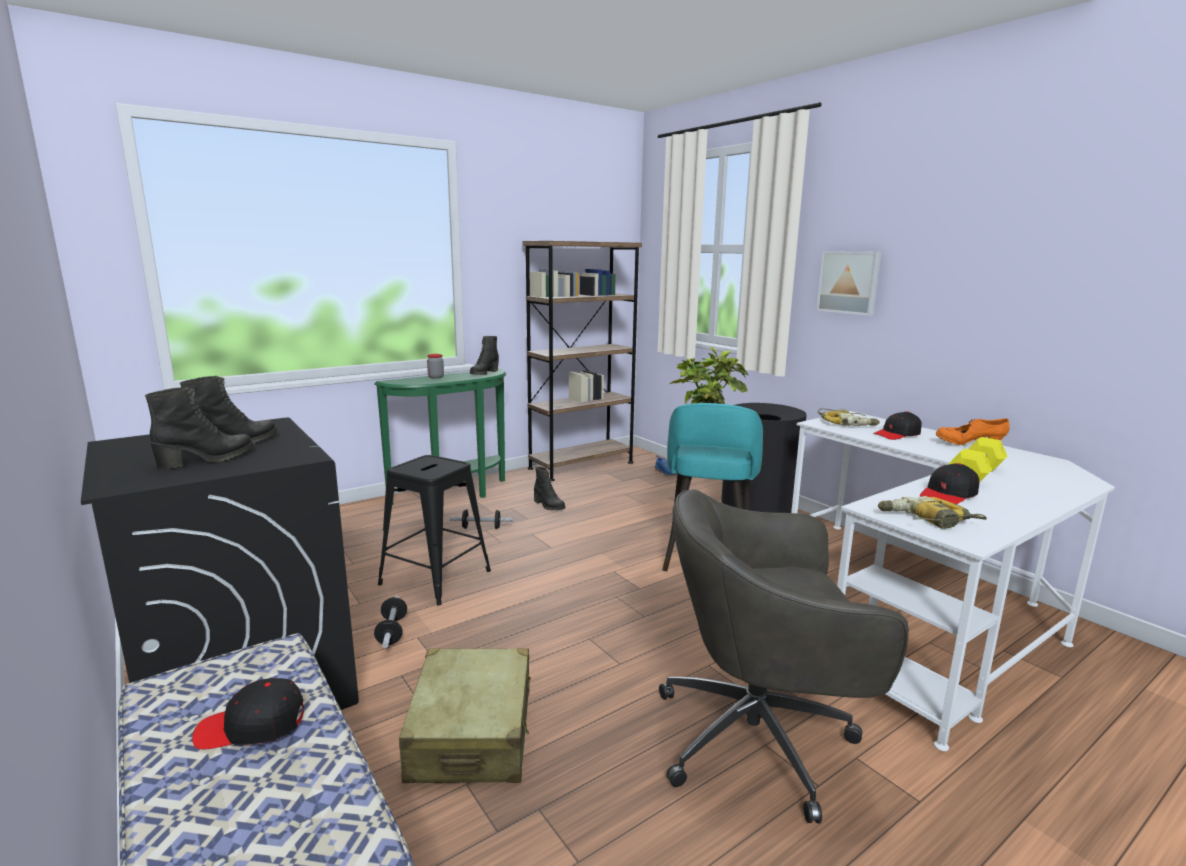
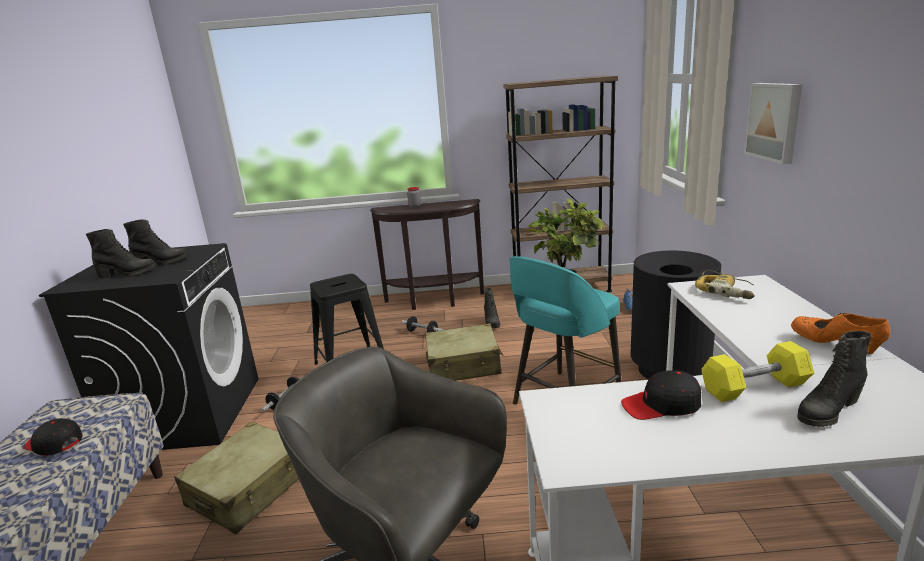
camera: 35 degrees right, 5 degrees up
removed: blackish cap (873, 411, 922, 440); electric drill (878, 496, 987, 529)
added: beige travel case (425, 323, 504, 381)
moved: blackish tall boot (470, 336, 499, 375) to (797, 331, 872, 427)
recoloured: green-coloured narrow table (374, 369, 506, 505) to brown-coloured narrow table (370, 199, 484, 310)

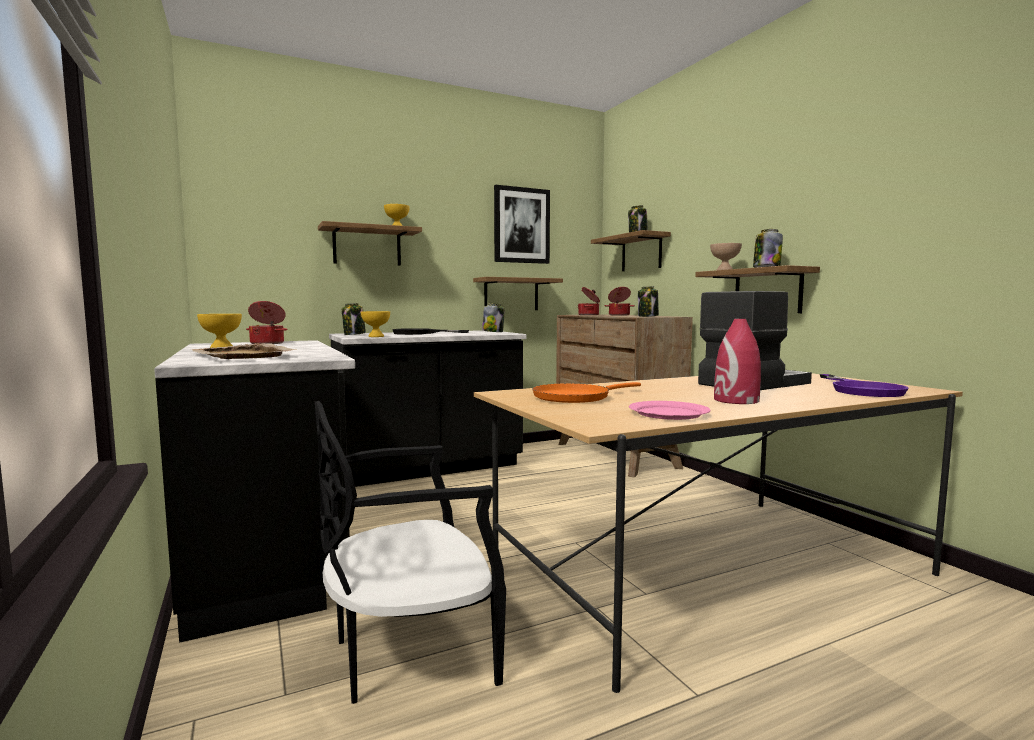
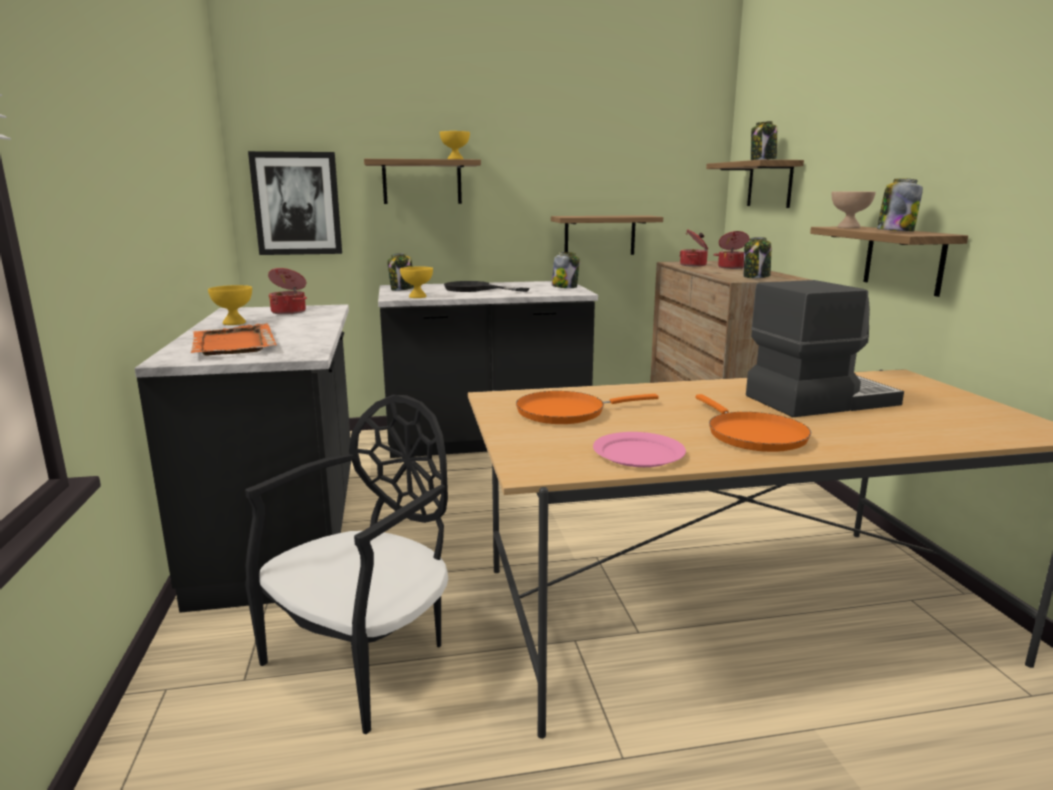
camera: 15 degrees right, 10 degrees up
removed: purple frying pan (820, 374, 909, 397)
moved: picture (494, 185, 550, 264) to (248, 151, 342, 255)
replaced: reddish decorative vase (714, 319, 761, 404) to orangey frying pan (696, 394, 811, 452)
recoloured: beige tray (190, 343, 295, 359) to orangey tray (191, 323, 277, 356)
turned: blackish upright chair (315, 401, 506, 704) = (245, 395, 448, 734) 135 degrees clockwise

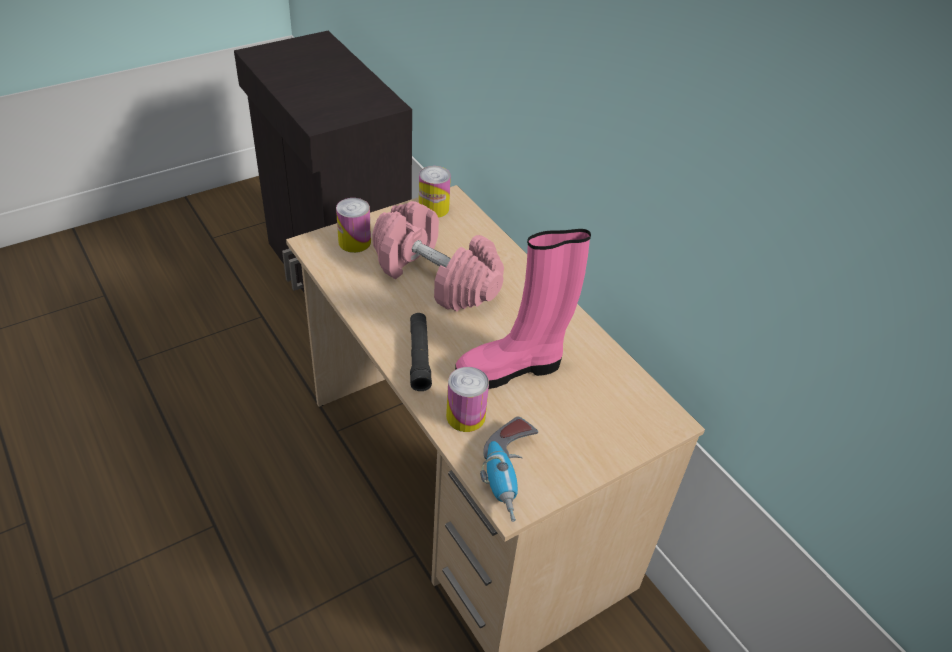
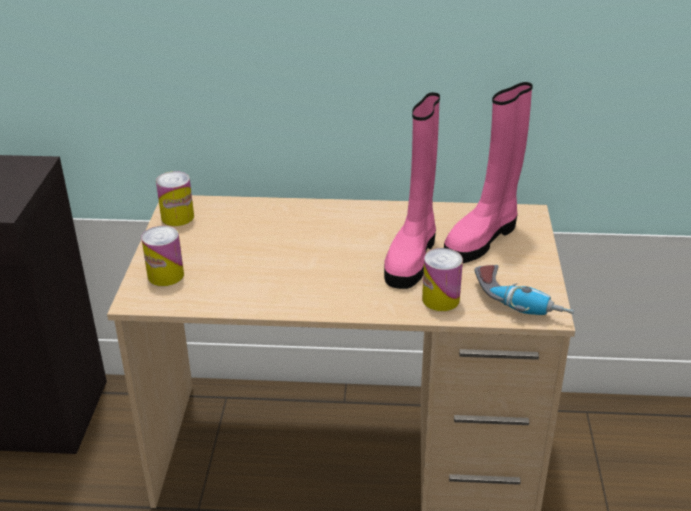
camera: 50 degrees left, 10 degrees down
removed: pink hand weight (372, 201, 504, 312); blackish torch (410, 313, 432, 391)
added: pink tall boot (444, 82, 533, 263)

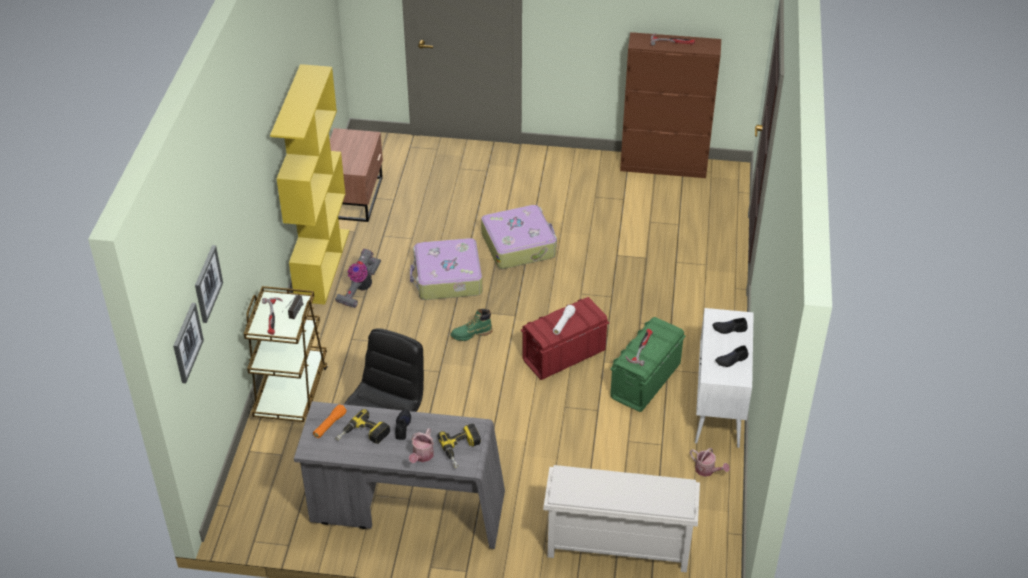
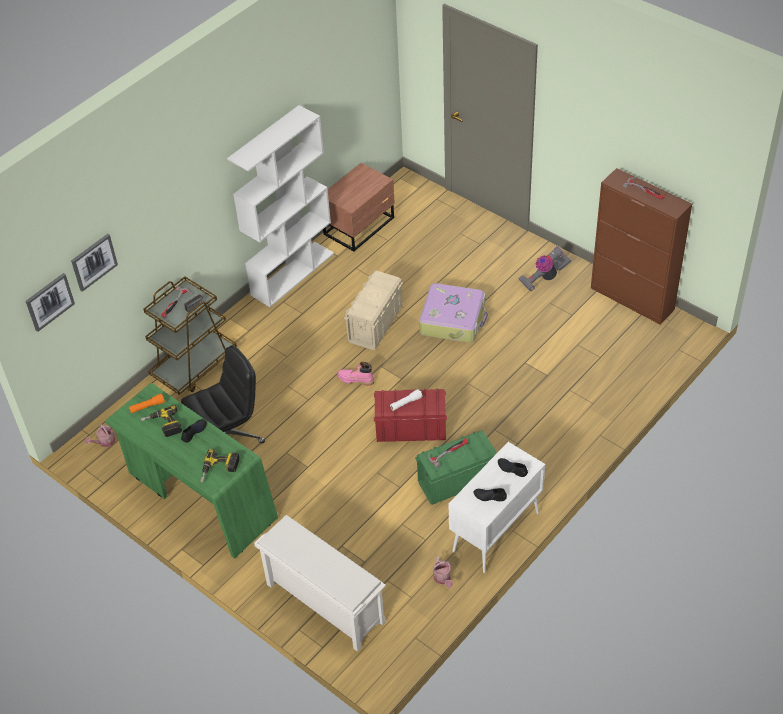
camera: 35 degrees right, 5 degrees up
moved: vacuum (335, 249, 381, 308) to (518, 246, 571, 292); watering can (409, 428, 434, 463) to (85, 424, 116, 447)
replaced: travel case (410, 238, 482, 300) to beige storage container (344, 271, 403, 350)
recoloured: yellow-coloured bookcase (270, 64, 349, 305) to whitish bookcase (227, 105, 334, 307); greyish desk table (294, 401, 505, 549) to green-coloured desk table (105, 383, 278, 559); green-coloured tall boot (450, 309, 493, 341) to pink tall boot (337, 361, 374, 386)

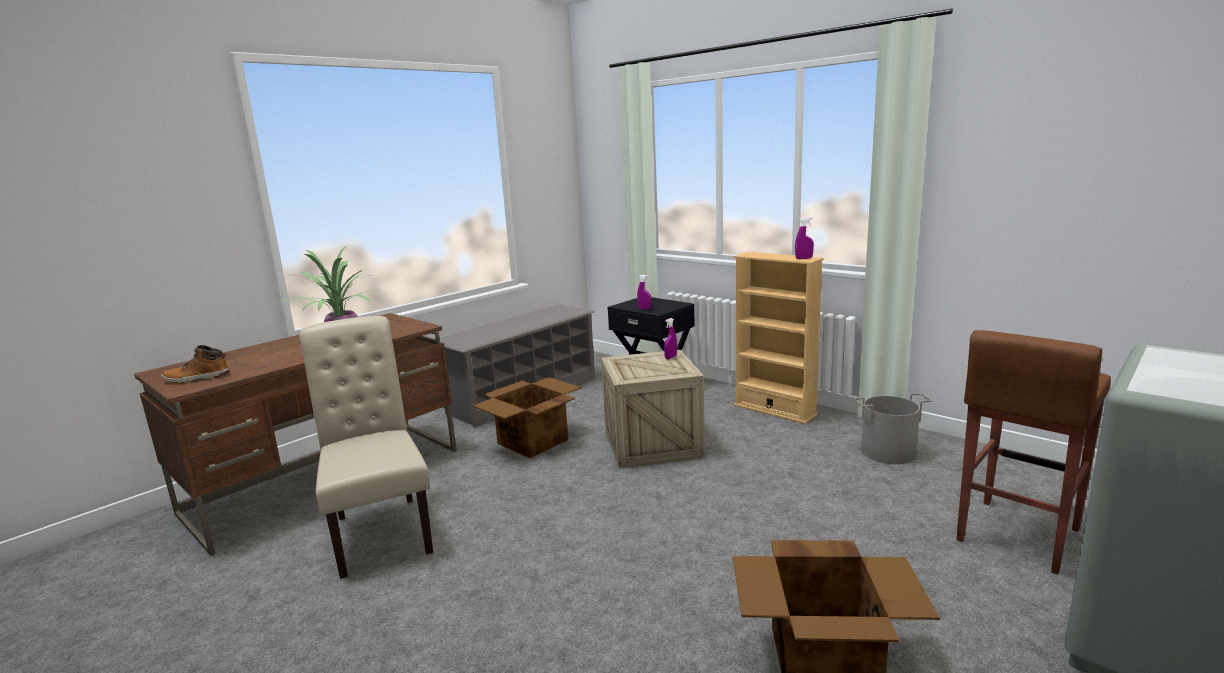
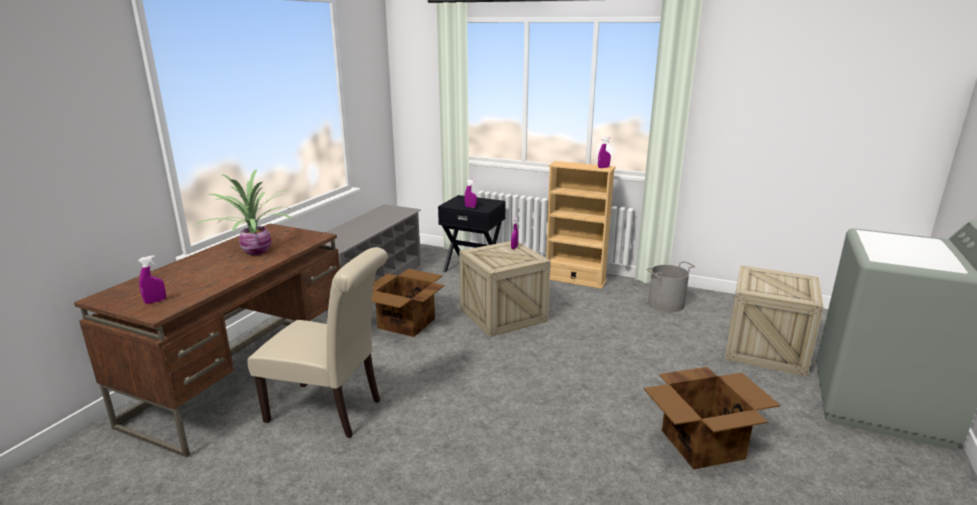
camera: 20 degrees left, 5 degrees up
replaced: tall boot (161, 345, 229, 383) to purple hand sprayer (138, 255, 166, 304); brown-coloured sitting stool (956, 330, 1111, 575) to shipping crate (725, 265, 824, 376)
turned: beige upright chair (299, 316, 433, 579) = (247, 247, 388, 438) 150 degrees clockwise

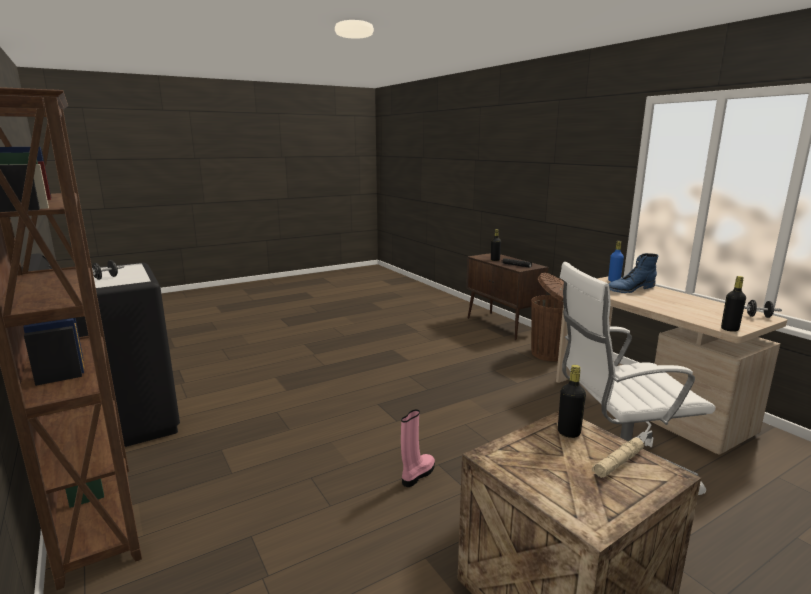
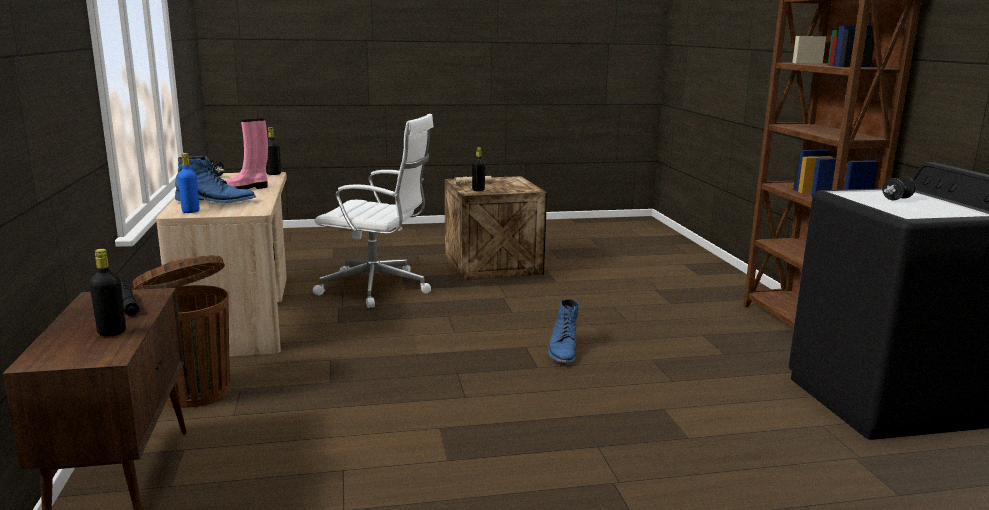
camera: 160 degrees left, 0 degrees up
added: blue-coloured tall boot (548, 299, 579, 364)
moved: pink tall boot (401, 409, 435, 487) to (224, 118, 268, 189)

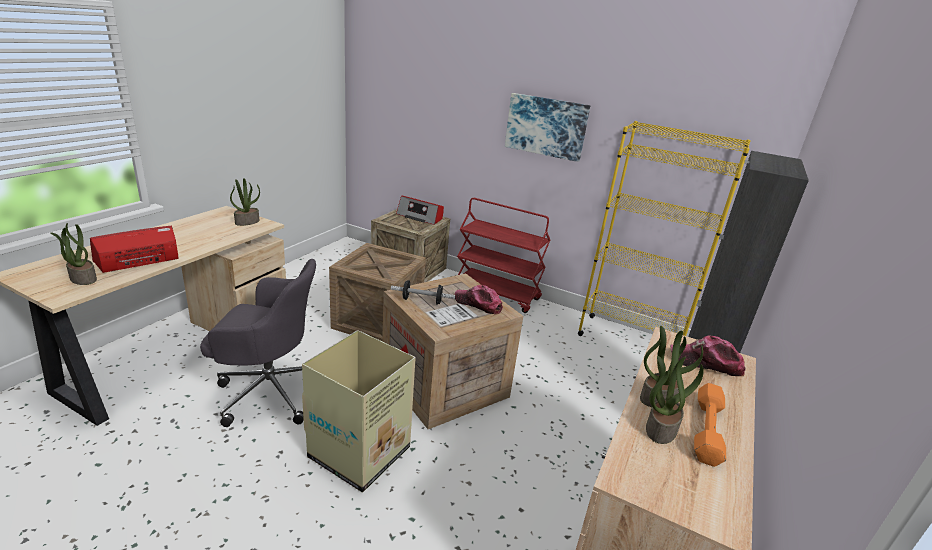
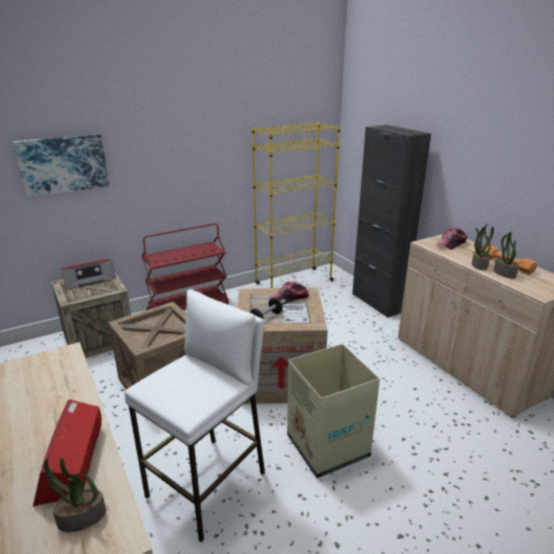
camera: 55 degrees left, 0 degrees up
removed: potted plant (230, 178, 260, 226)
moved: picture (505, 93, 590, 162) to (13, 134, 109, 197)
replaced: greyish desk chair (200, 259, 316, 427) to whitish sitting stool (125, 289, 265, 543)

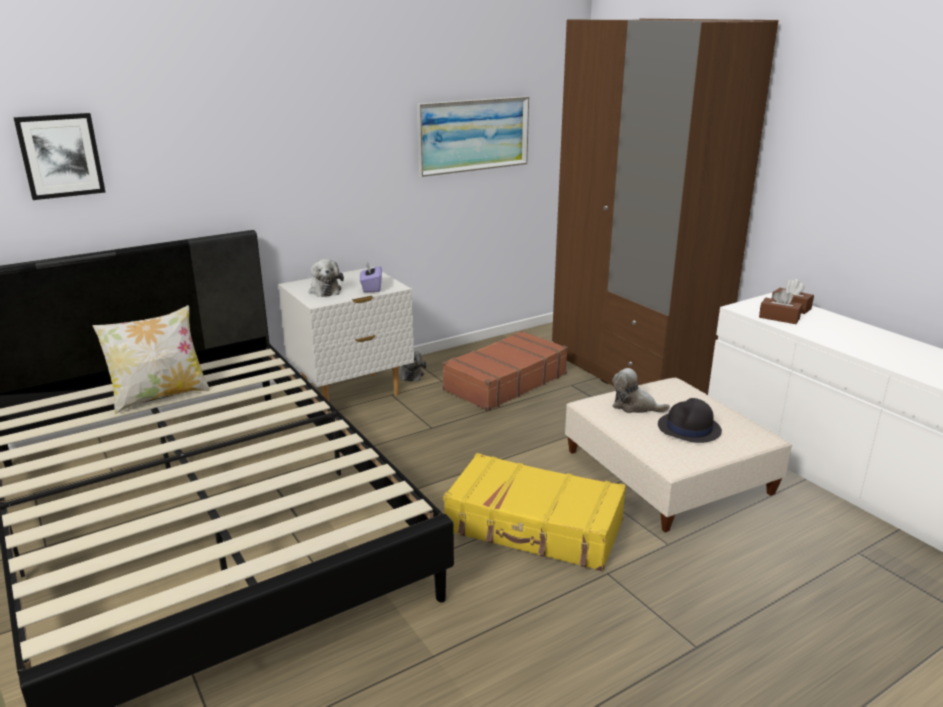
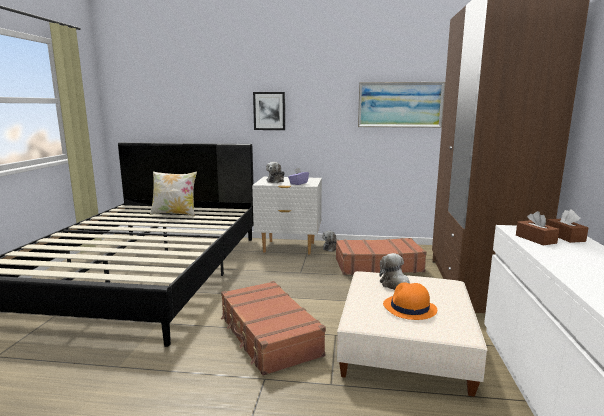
camera: 40 degrees right, 10 degrees down
moved: picture (13, 113, 105, 200) to (253, 92, 285, 130)
recoloured: yellow-coloured travel case (443, 453, 626, 571) to brown-coloured travel case (221, 281, 326, 376); blackish hat (658, 398, 722, 443) to orangey hat (383, 282, 437, 320)

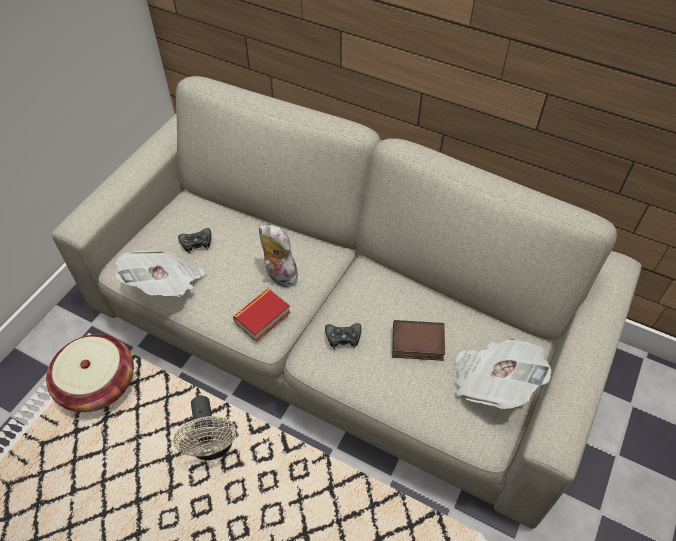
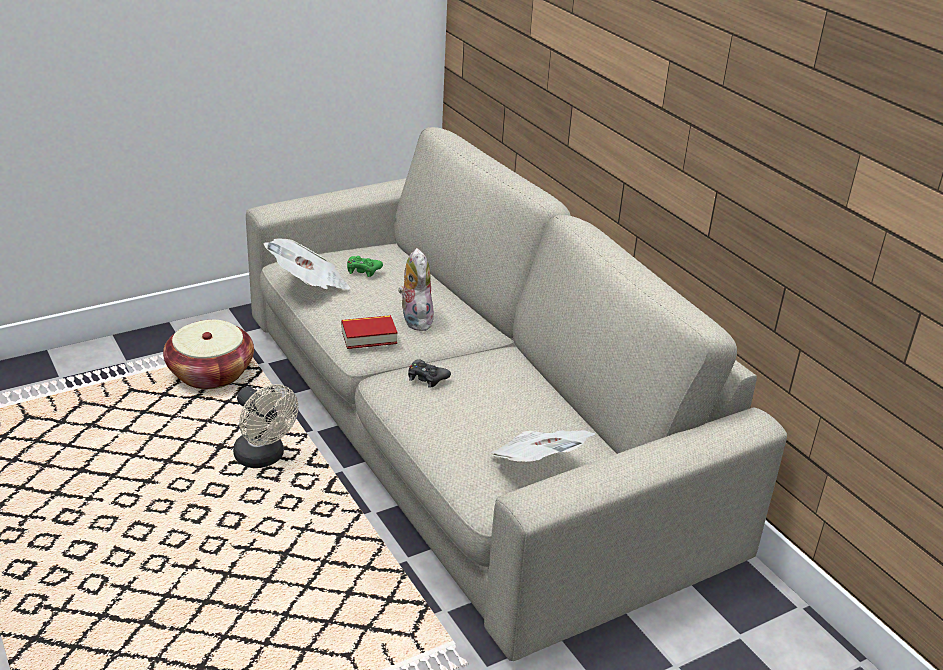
camera: 30 degrees right, 20 degrees down
removed: bound book (392, 320, 445, 361)
recoloured: blackish joypad (178, 228, 211, 254) to green-coloured joypad (347, 256, 383, 277)
turned: beige fan (173, 396, 237, 460) = (233, 384, 298, 468) 60 degrees counterclockwise

